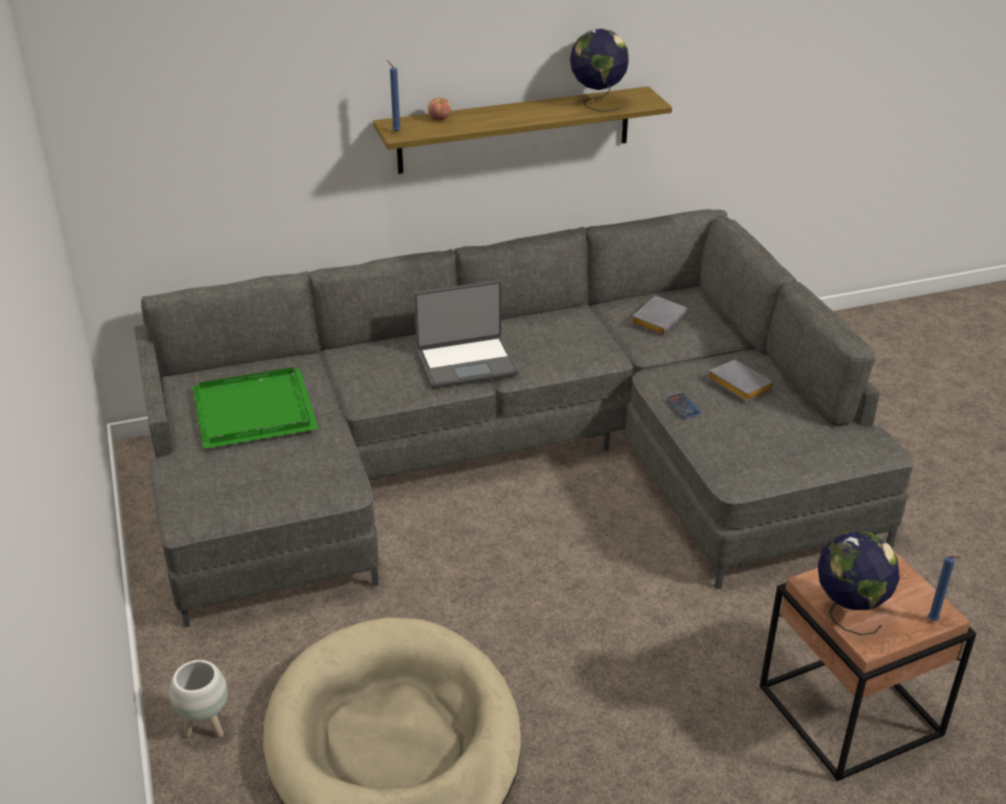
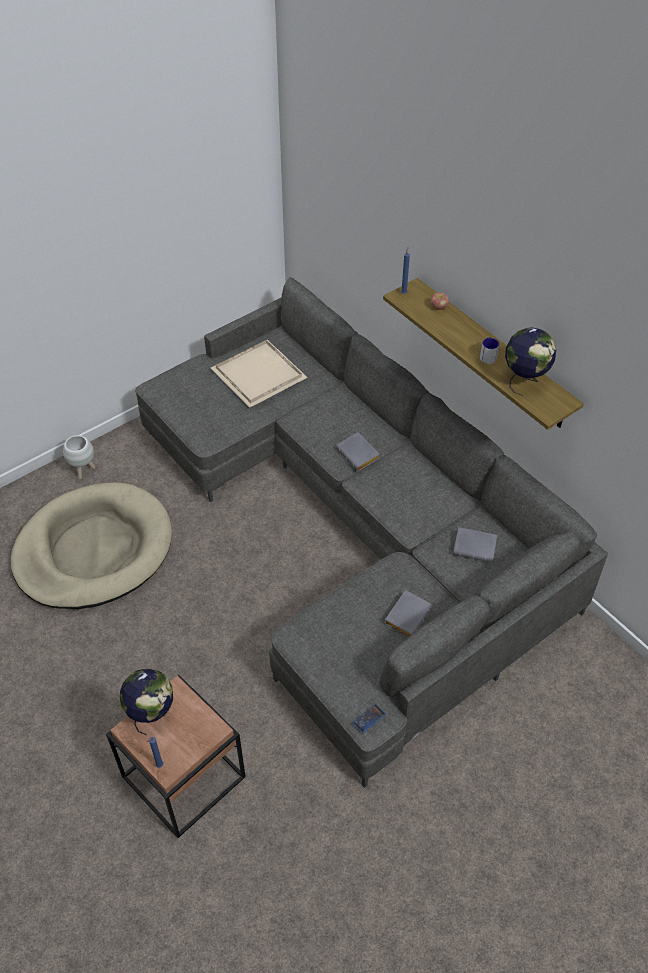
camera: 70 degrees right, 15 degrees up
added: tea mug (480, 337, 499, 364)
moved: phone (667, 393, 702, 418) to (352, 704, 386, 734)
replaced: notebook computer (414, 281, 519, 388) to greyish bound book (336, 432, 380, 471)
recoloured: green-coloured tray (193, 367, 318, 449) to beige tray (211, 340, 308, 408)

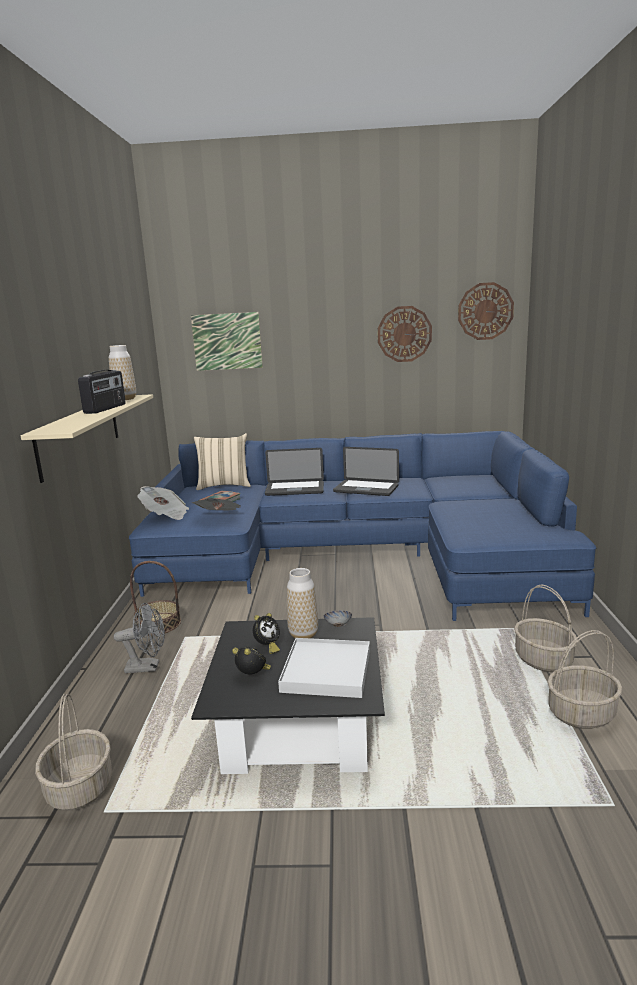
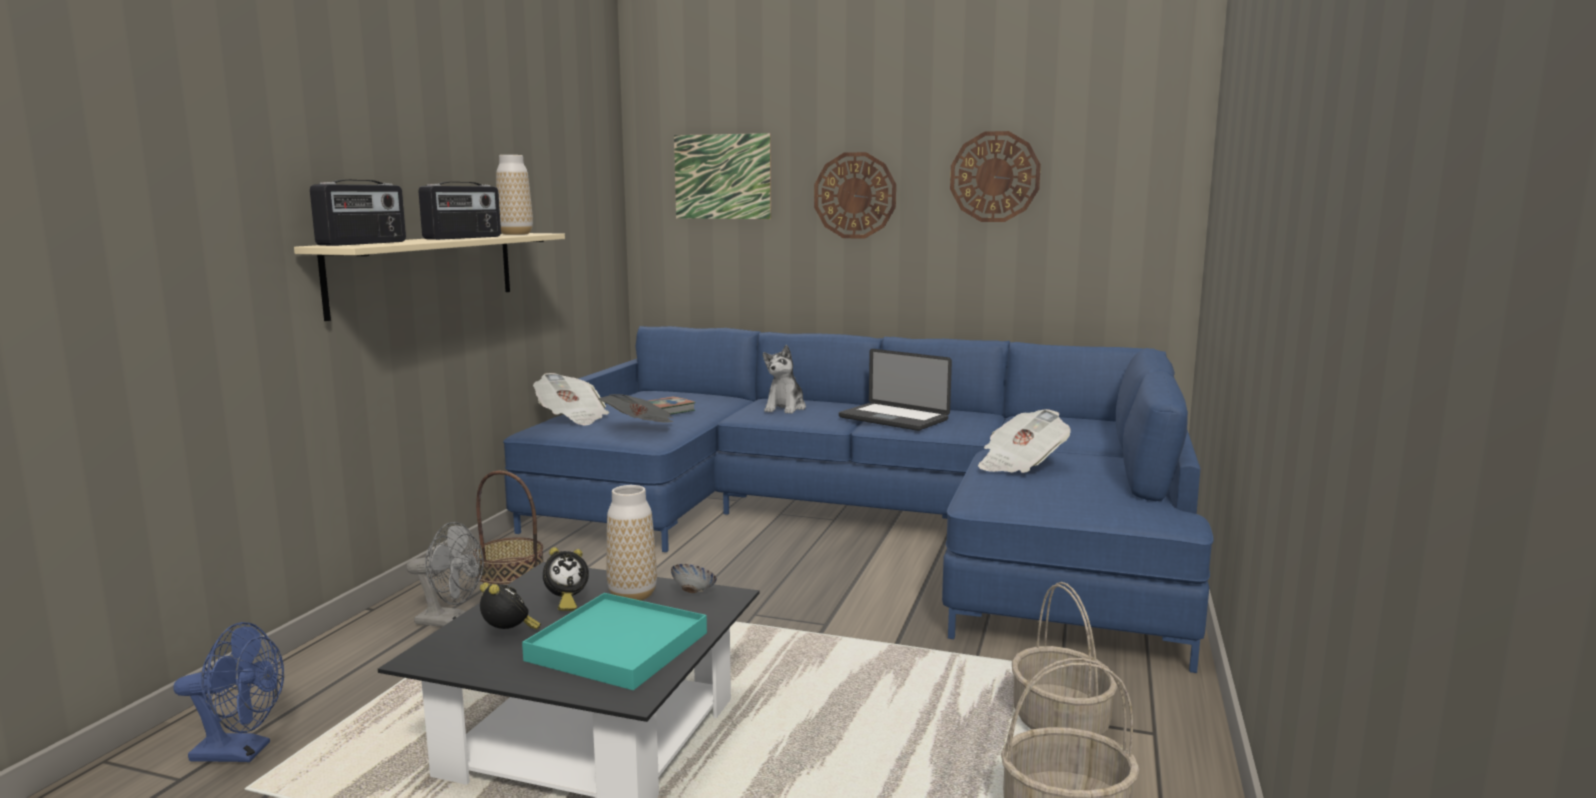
camera: 15 degrees right, 5 degrees down
removed: beige cushion (194, 433, 251, 490)
added: radio (310, 180, 406, 246); printed paper (978, 409, 1071, 473)
moved: hanging clock (458, 282, 514, 340) to (814, 152, 896, 239)
replaced: storage basket (35, 693, 112, 811) to blue-coloured fan (173, 622, 284, 762); notebook computer (265, 448, 324, 496) to soft toy (763, 345, 806, 414)
recoloured: whitish tray (278, 638, 370, 698) to blue-green tray (522, 593, 707, 690)

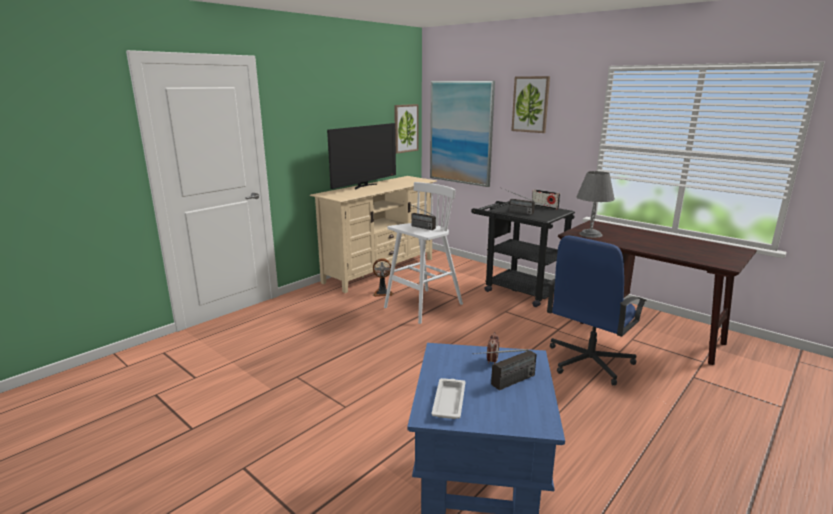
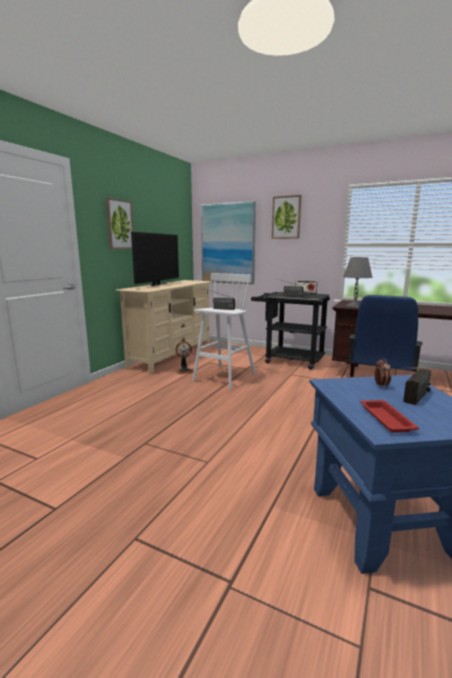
camera: 15 degrees left, 5 degrees down
moved: picture (394, 104, 419, 154) to (105, 197, 133, 249)
recoloured: whitish tray (431, 378, 465, 419) to reddish tray (360, 400, 419, 433)

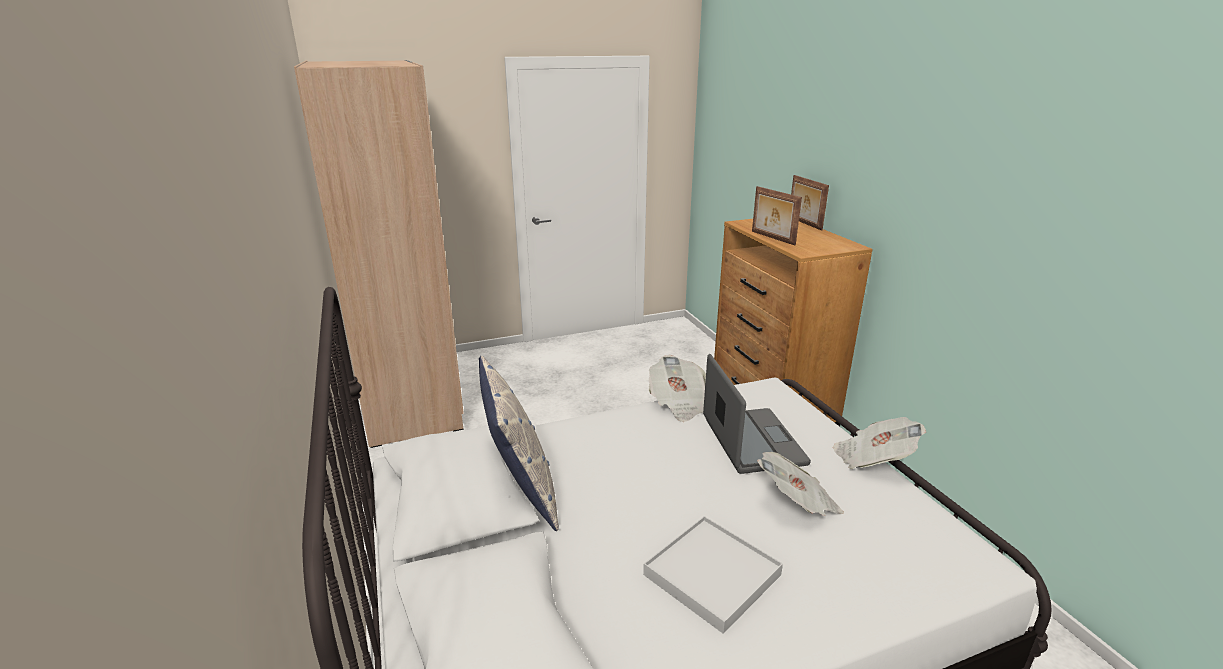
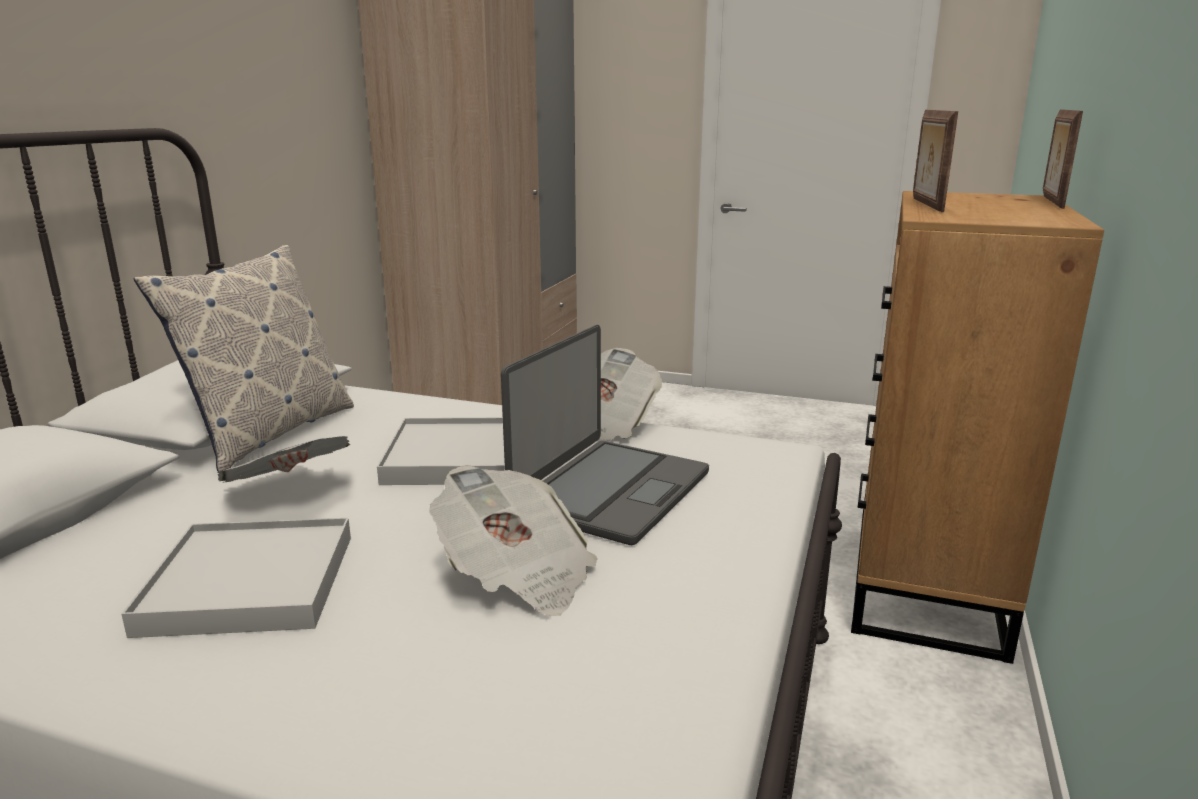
camera: 40 degrees right, 5 degrees down
added: whitish tray (377, 418, 505, 485)
moved: printed paper (832, 417, 926, 469) to (217, 436, 350, 483)

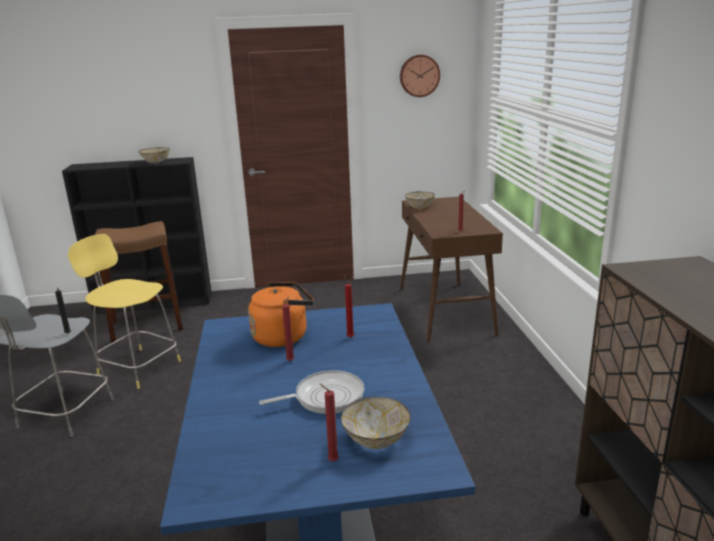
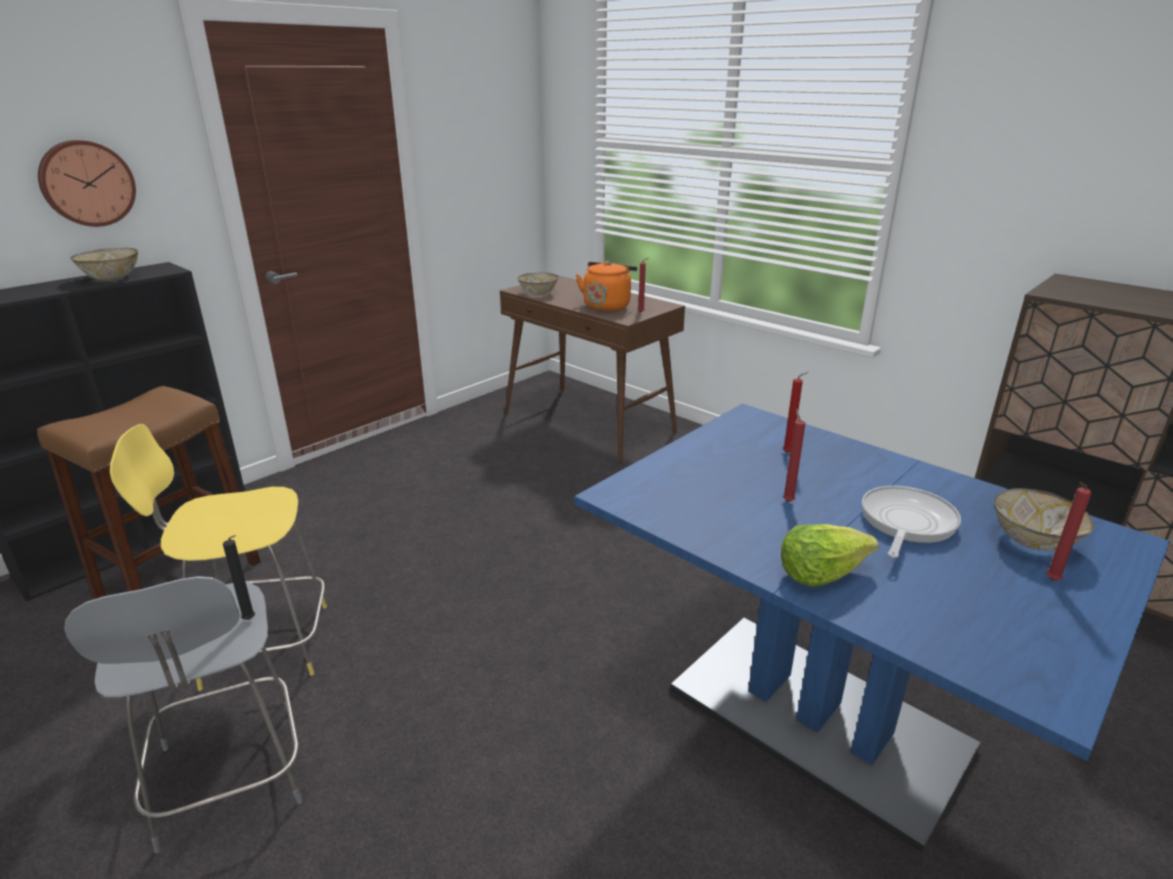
camera: 40 degrees left, 5 degrees up
added: lettuce (781, 524, 878, 587)
moved: orangey water kettle (248, 282, 314, 347) to (576, 261, 637, 311); hanging clock (400, 55, 440, 97) to (38, 140, 136, 227)

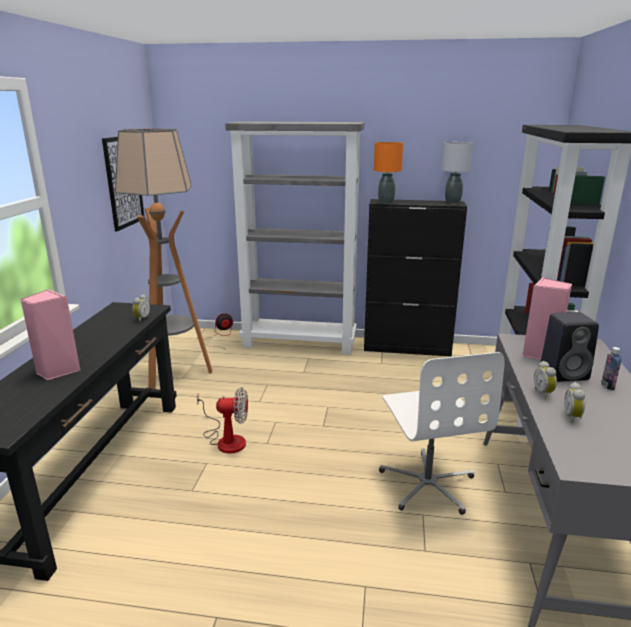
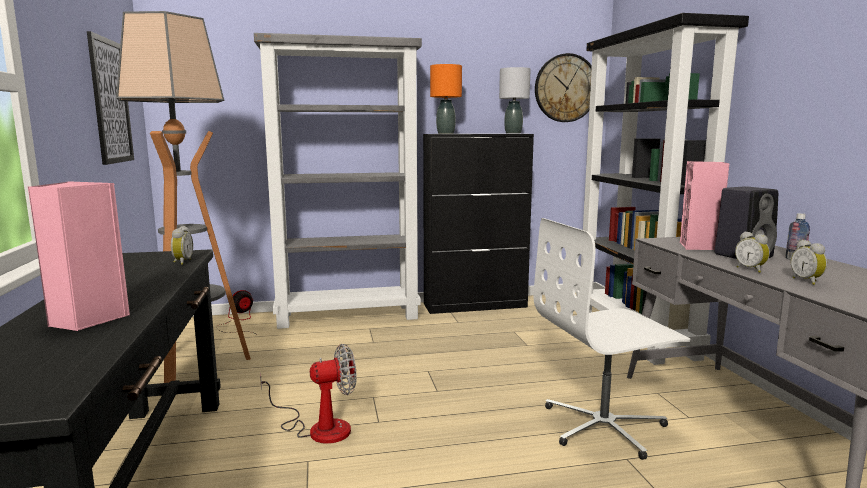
camera: 20 degrees left, 10 degrees down
added: hanging clock (535, 53, 592, 122)
turned: whitish desk chair (379, 352, 505, 515) = (534, 218, 691, 460) 105 degrees clockwise

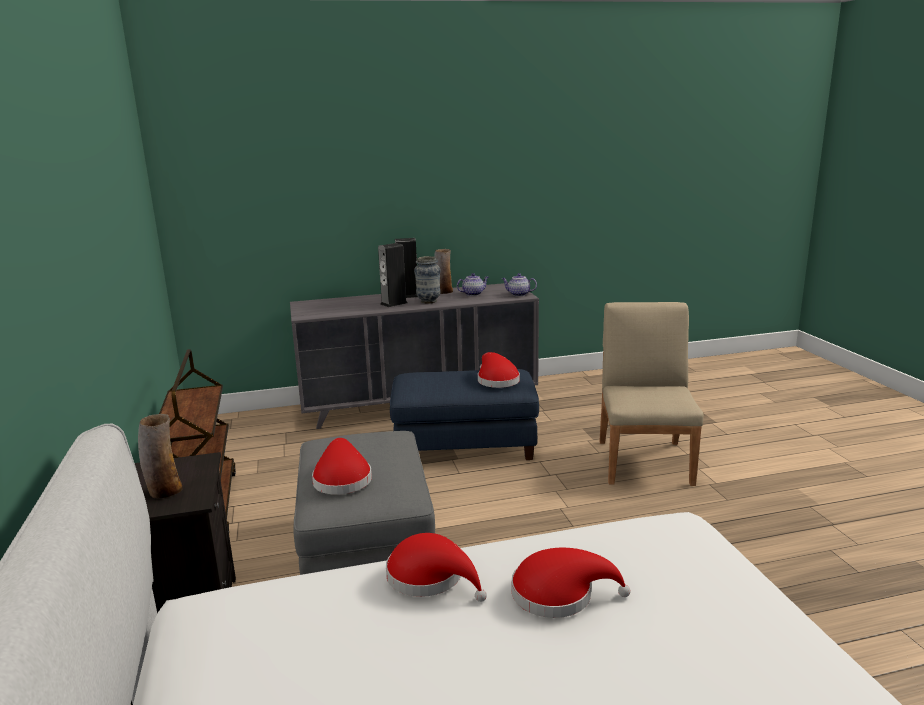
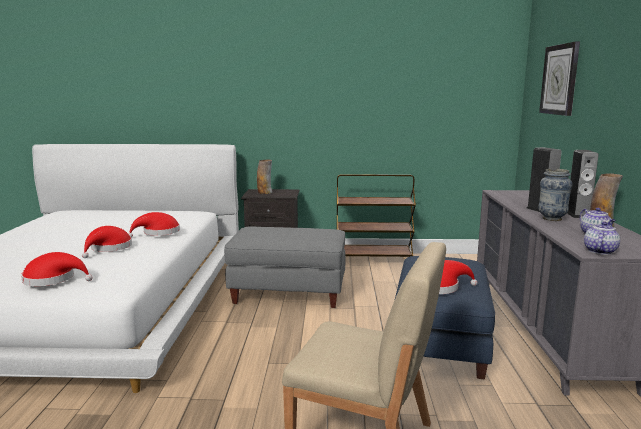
camera: 105 degrees right, 5 degrees down
added: hanging clock (539, 41, 580, 116)
moved: reddish hat (312, 438, 372, 495) to (21, 252, 93, 286)

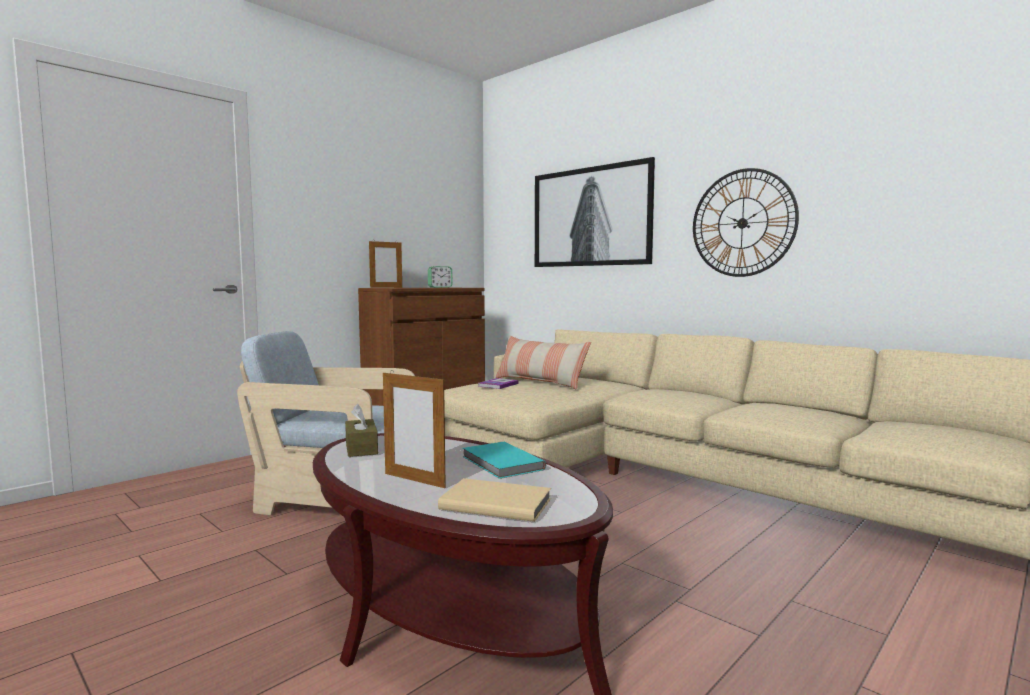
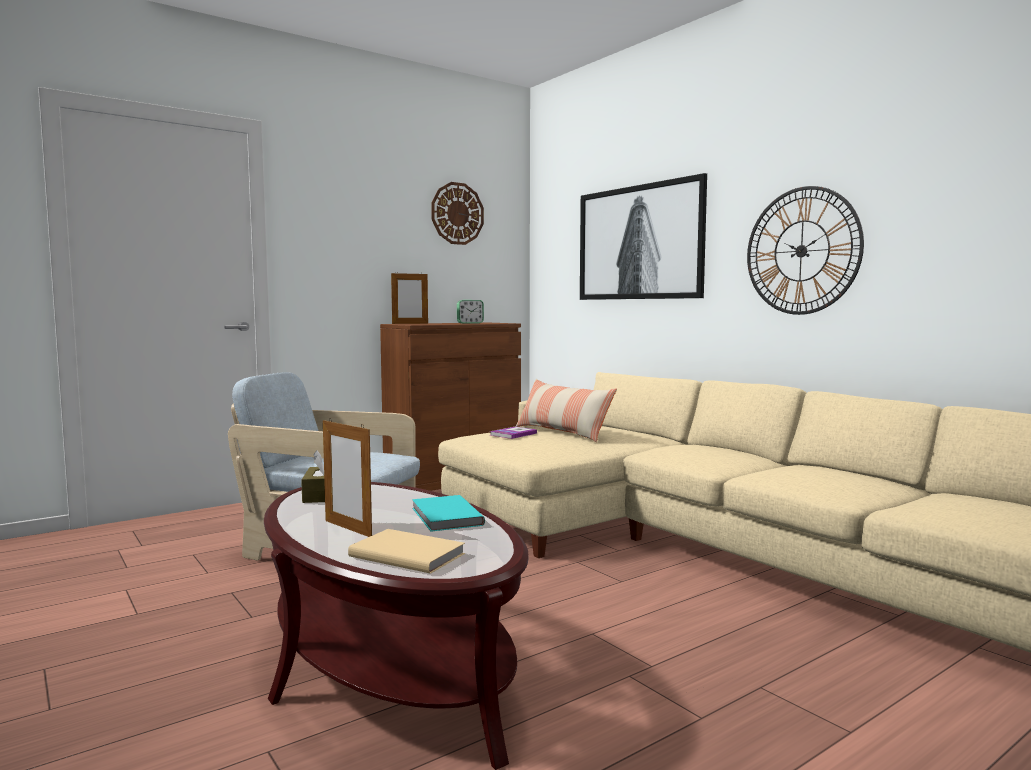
camera: 10 degrees right, 0 degrees up
added: hanging clock (431, 182, 484, 245)

